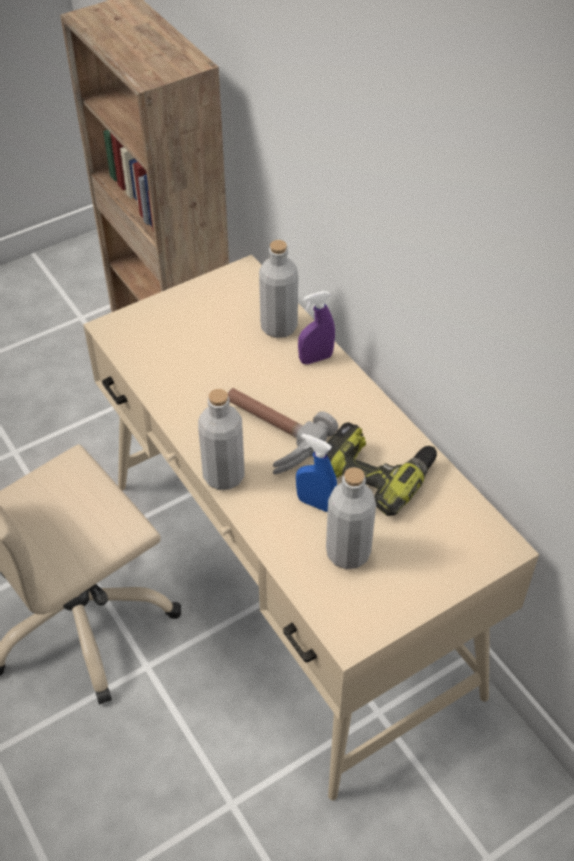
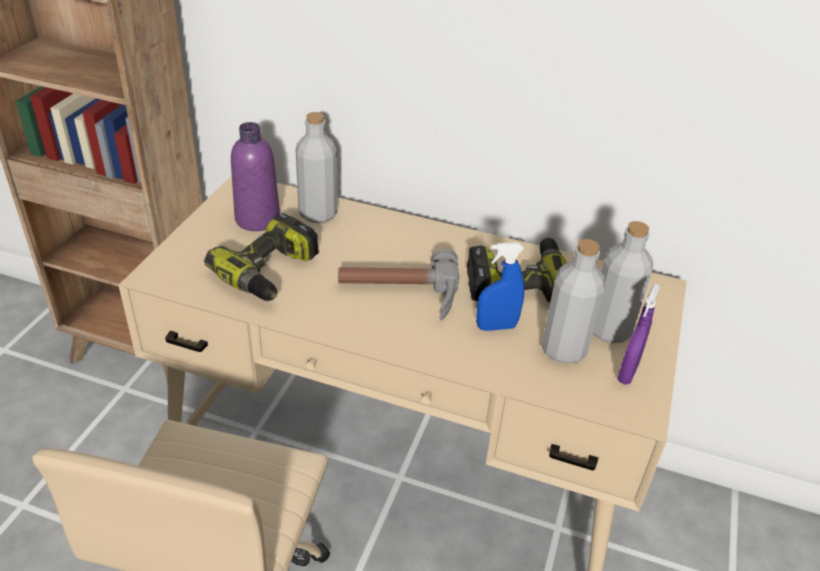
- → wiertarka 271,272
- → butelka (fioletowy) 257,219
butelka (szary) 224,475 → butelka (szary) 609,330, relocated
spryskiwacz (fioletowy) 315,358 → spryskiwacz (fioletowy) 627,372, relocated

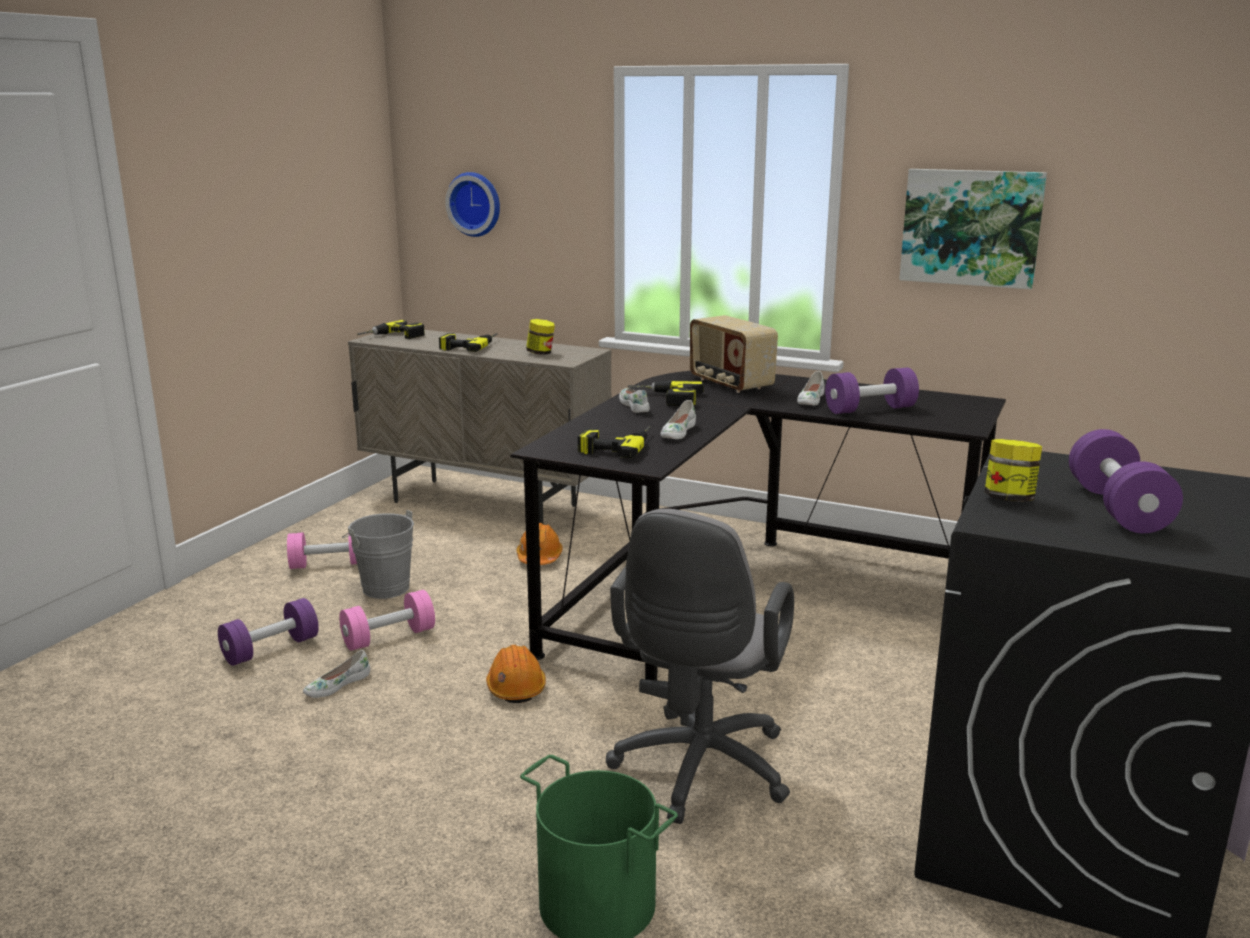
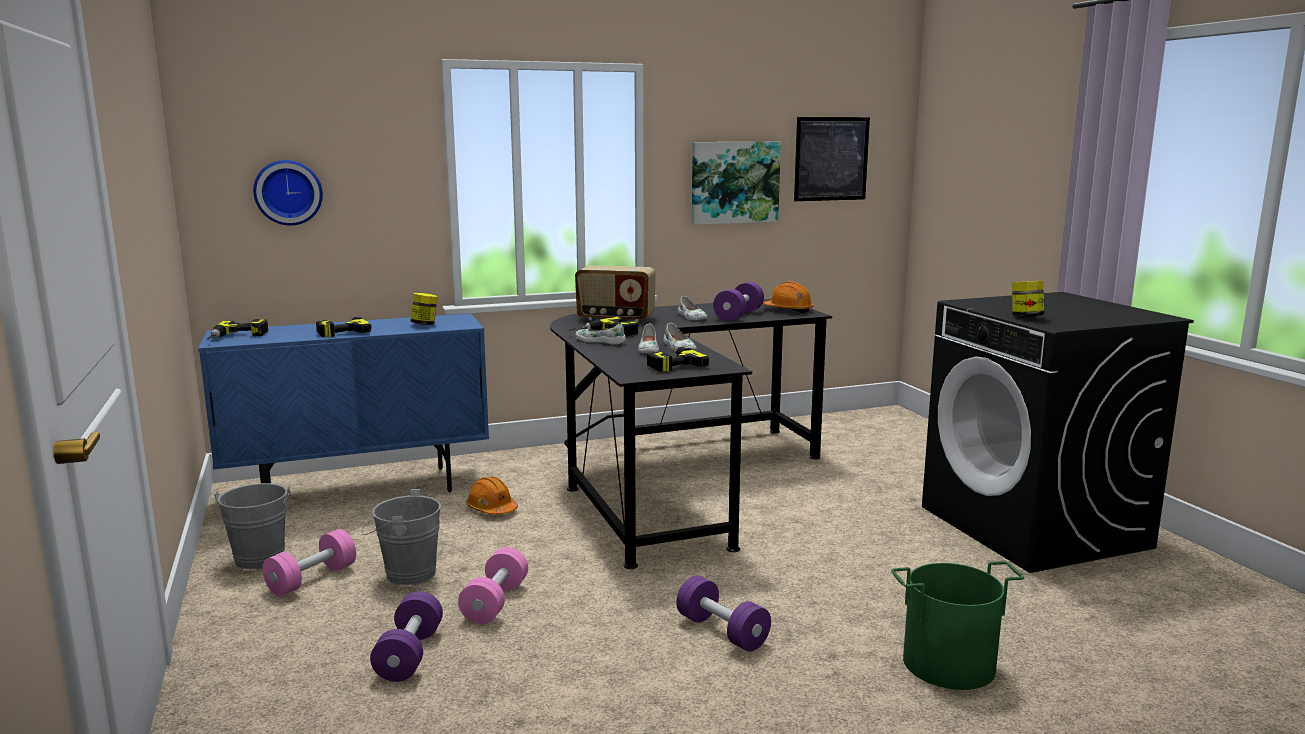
krzesło biurowe (szary) 698,772 → -
- → wiadro (szary) 261,556
- → obraz 831,159
but (biały) 337,685 → but (biały) 648,349, relocated
kask (pomarańczowy) 516,687 → kask (pomarańczowy) 788,310, relocated
hantel (fioletowy) 1117,508 → hantel (fioletowy) 722,632, relocated
szafka (beżowy) 485,504 → szafka (niebieski) 360,490

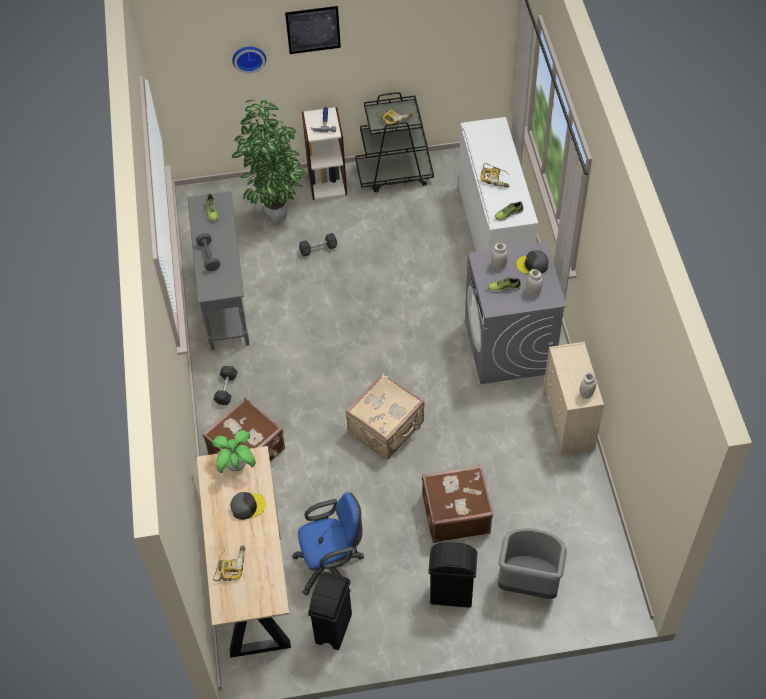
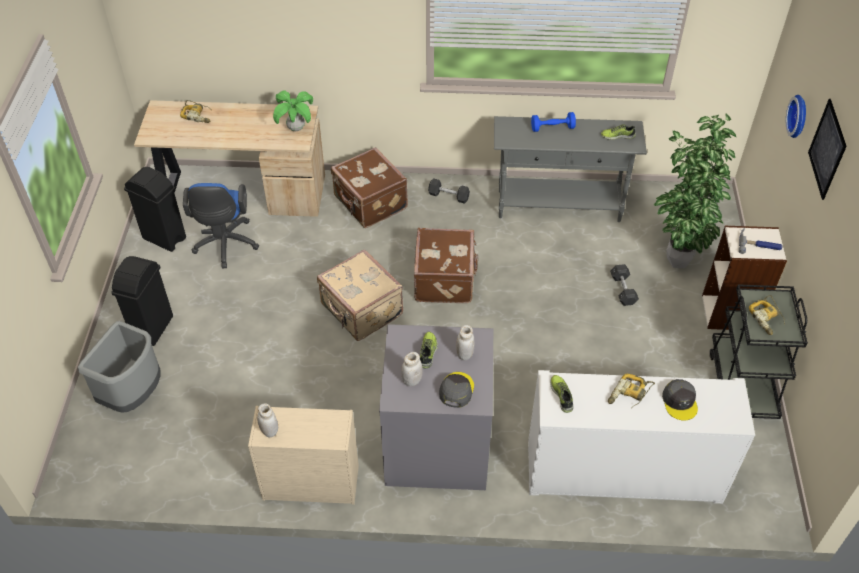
czapka z daszkiem (szary) 247,506 → czapka z daszkiem (szary) 680,402, relocated
walizka (brązowy) 455,513 → walizka (brązowy) 445,280, relocated
hantel (szary) 209,256 → hantel (niebieski) 552,128

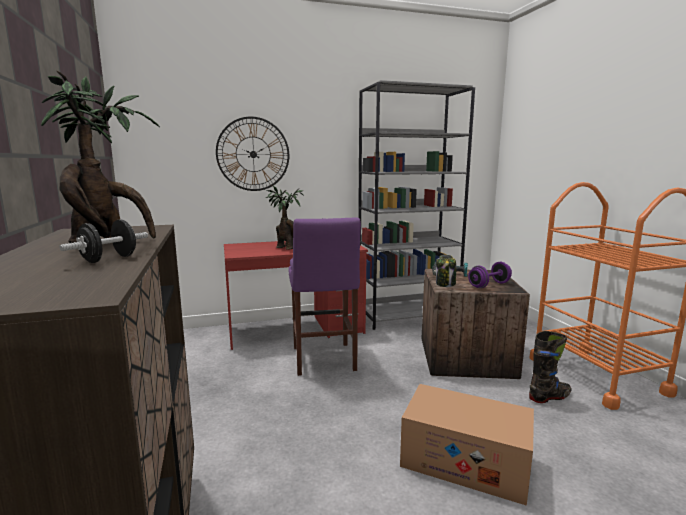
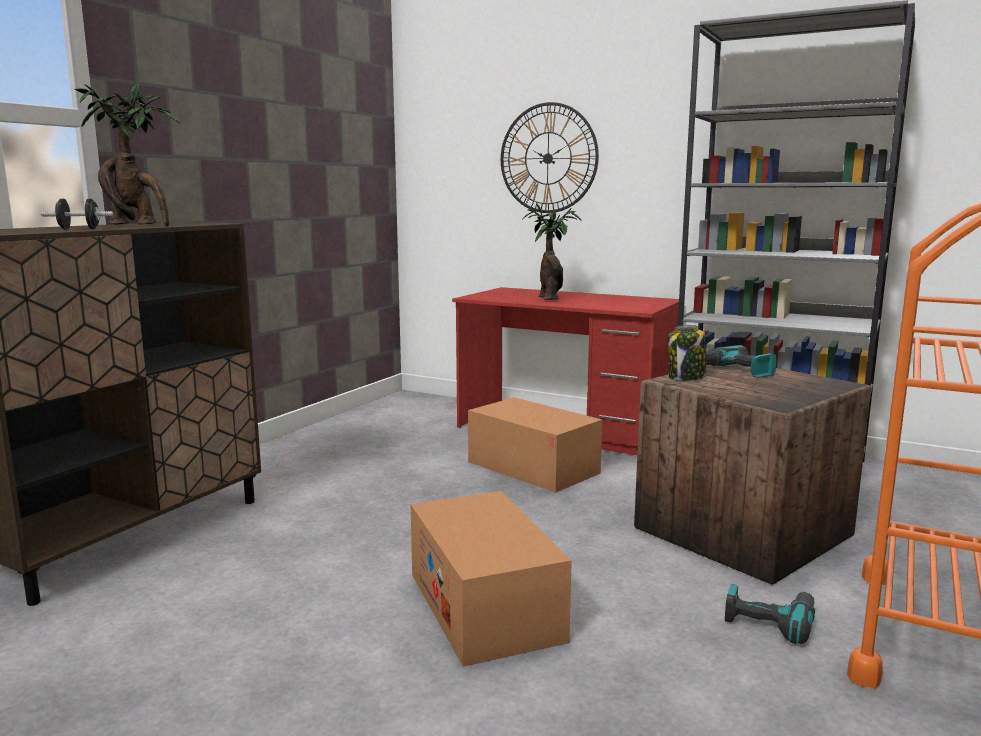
hantel (fioletowy) 489,285 → -
stołek (fioletowy) 323,360 → karton 533,467
but z cholewką (czarny) 549,397 → wiertarka 769,620

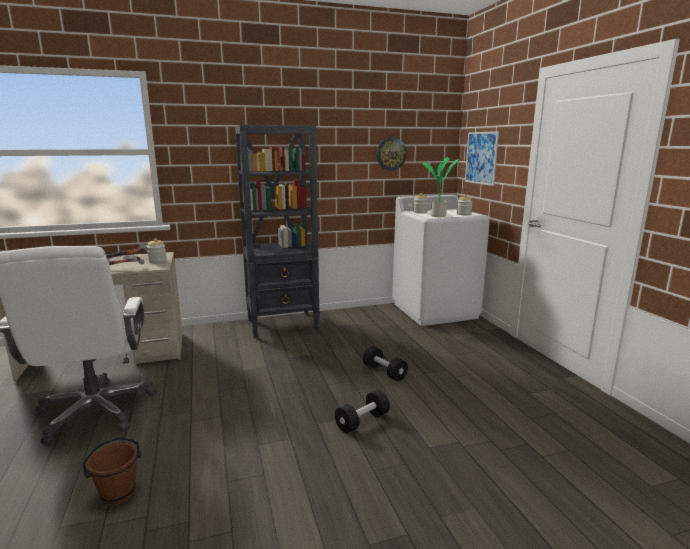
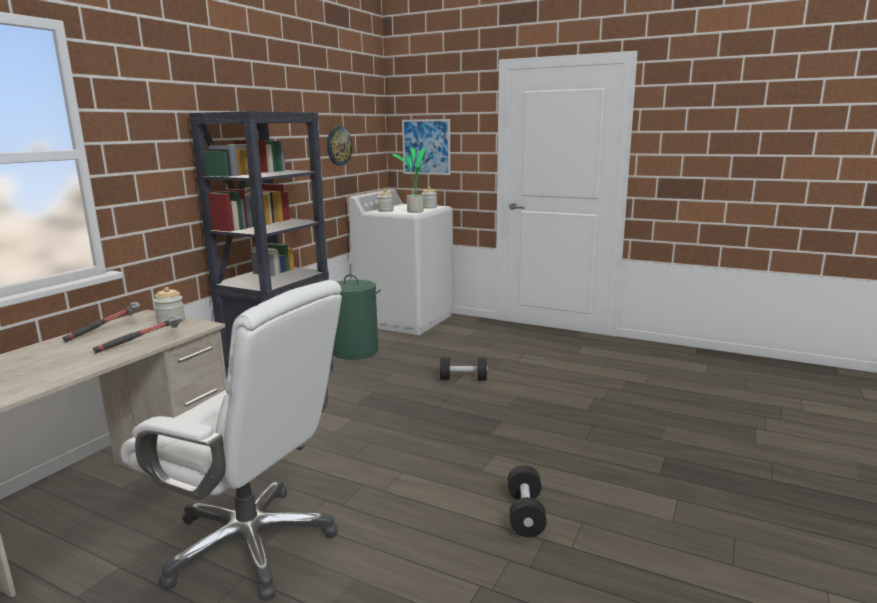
wiadro (brązowy) 118,494 → -
- → kosz na pranie (zielony) 355,351
hantel (czarny) 362,421 → hantel (czarny) 525,514, relocated

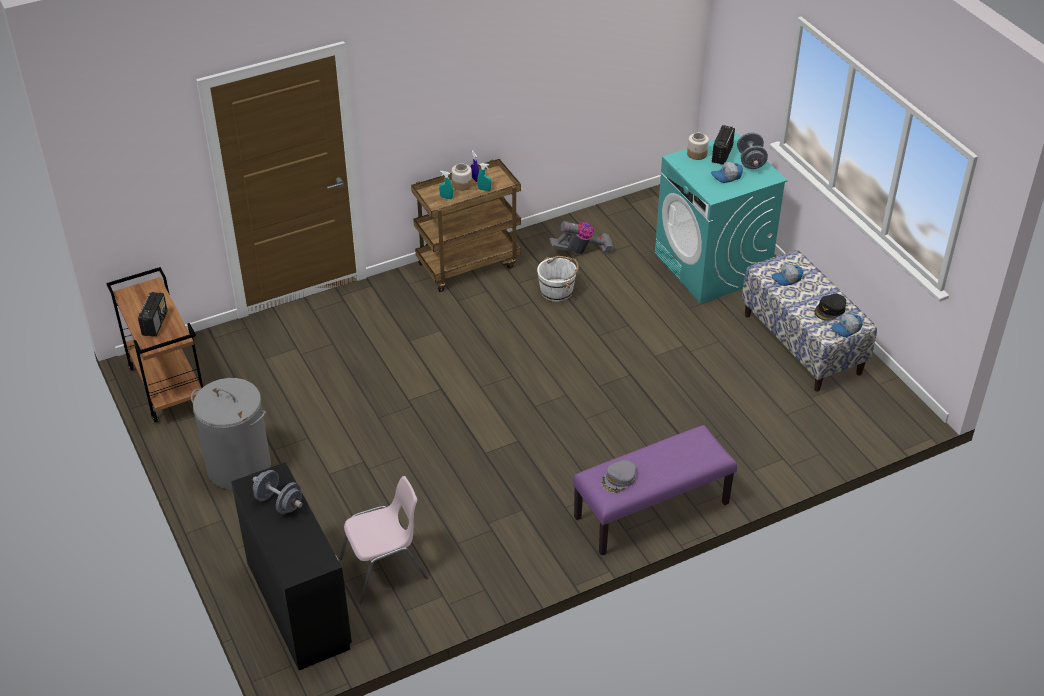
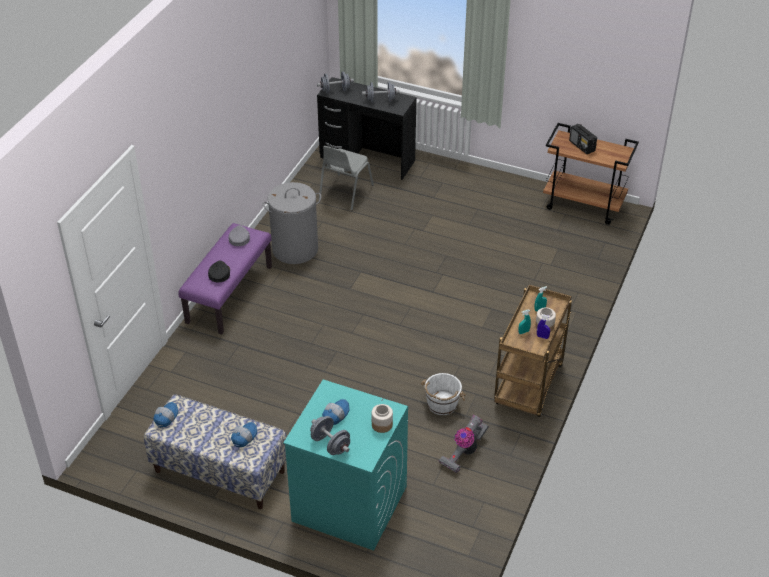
radio 722,154 → -
- → hantel (szary) 335,91
kosz na pranie (szary) 239,467 → kosz na pranie (szary) 295,249, relocated
czapka z daszkiem (czarny) 830,310 → czapka z daszkiem (czarny) 219,274, relocated
krzesło (różowy) 385,569 → krzesło (szary) 345,193

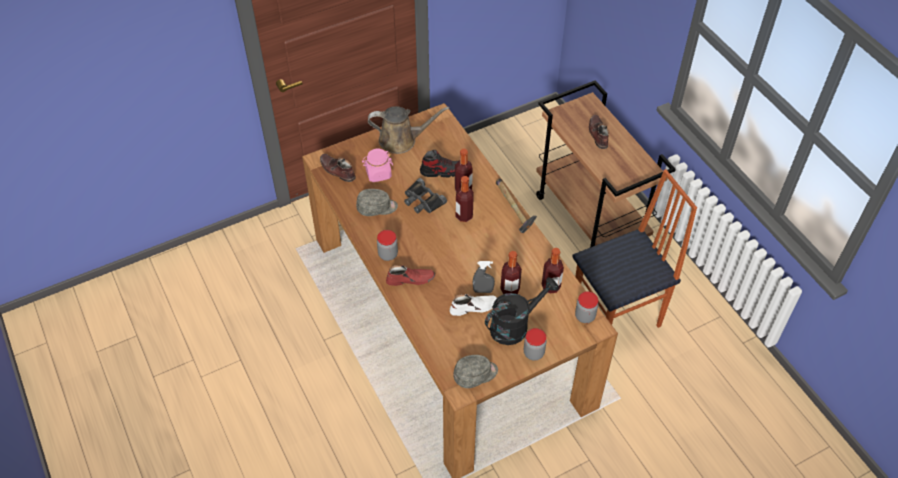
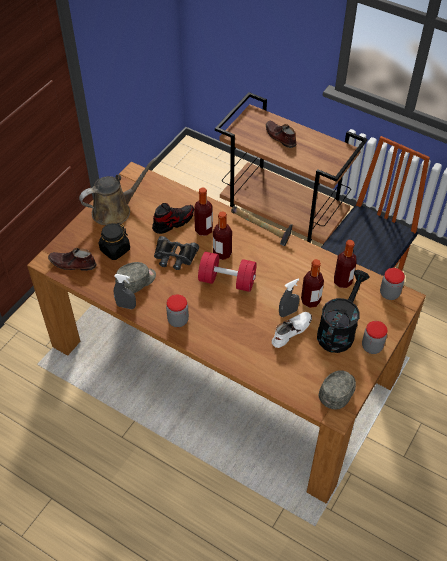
but (czerwony) 410,279 → -
- → spryskiwacz (szary) 126,306
- → hantel (czerwony) 227,280
słoik (różowy) 378,174 → słoik (czarny) 115,250

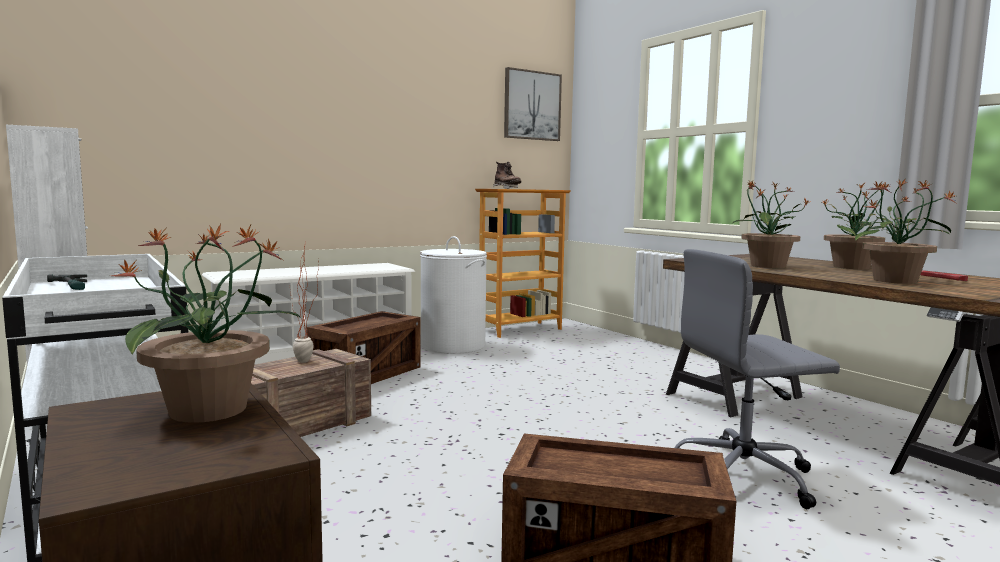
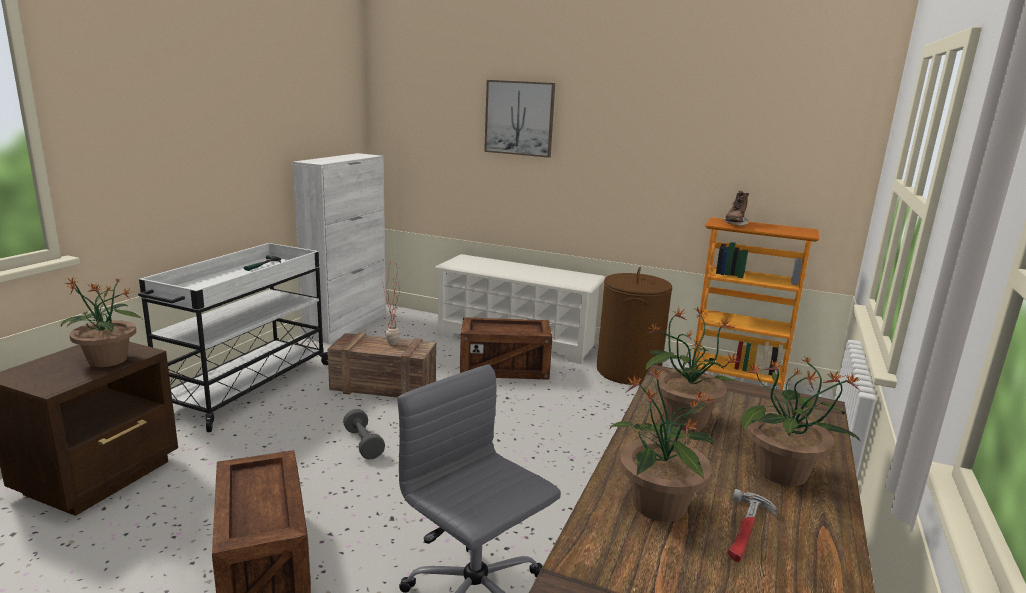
- → hantel (szary) 363,444
obraz 532,105 → obraz 519,118, relocated
kosz na pranie (biały) 452,346 → kosz na pranie (brązowy) 628,371

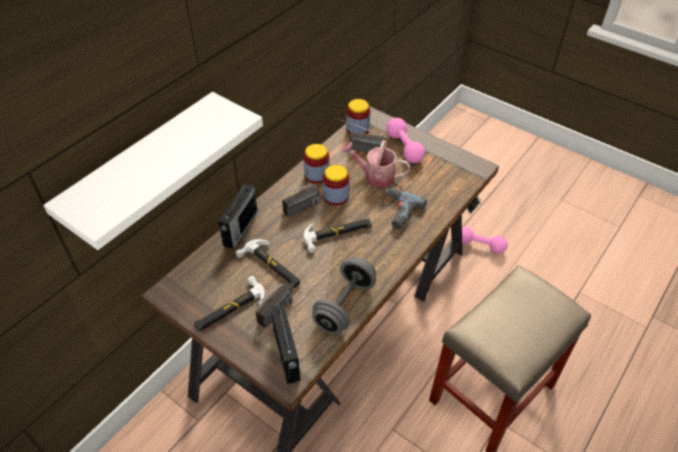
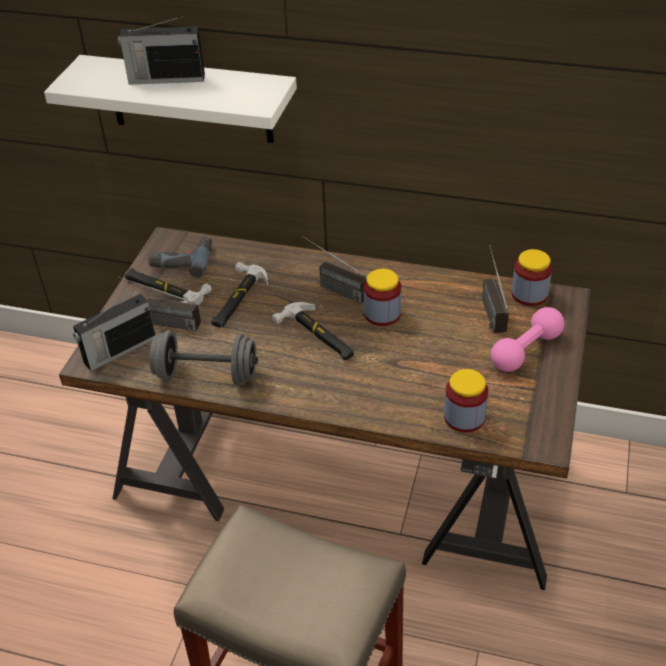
konewka 375,176 → -
hantel (różowy) 480,245 → -
radio 240,229 → radio 165,79, relocated
słoik 317,175 → słoik 464,417, relocated
wiertarka 398,211 → wiertarka 182,260, relocated

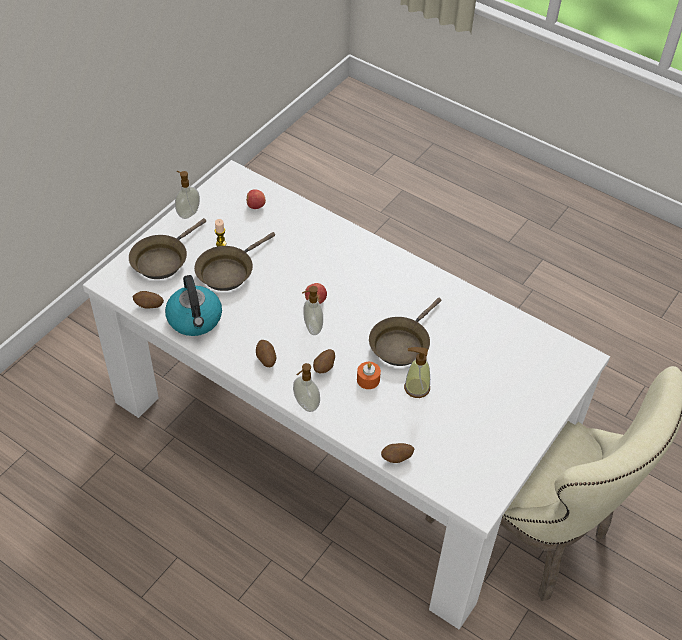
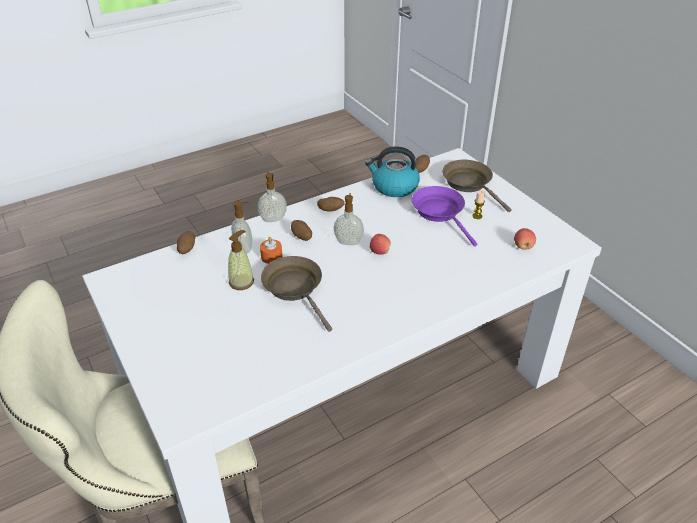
dozownik mydła 188,213 → dozownik mydła 244,248, relocated
patelnia (brązowy) 228,271 → patelnia (fioletowy) 440,213

